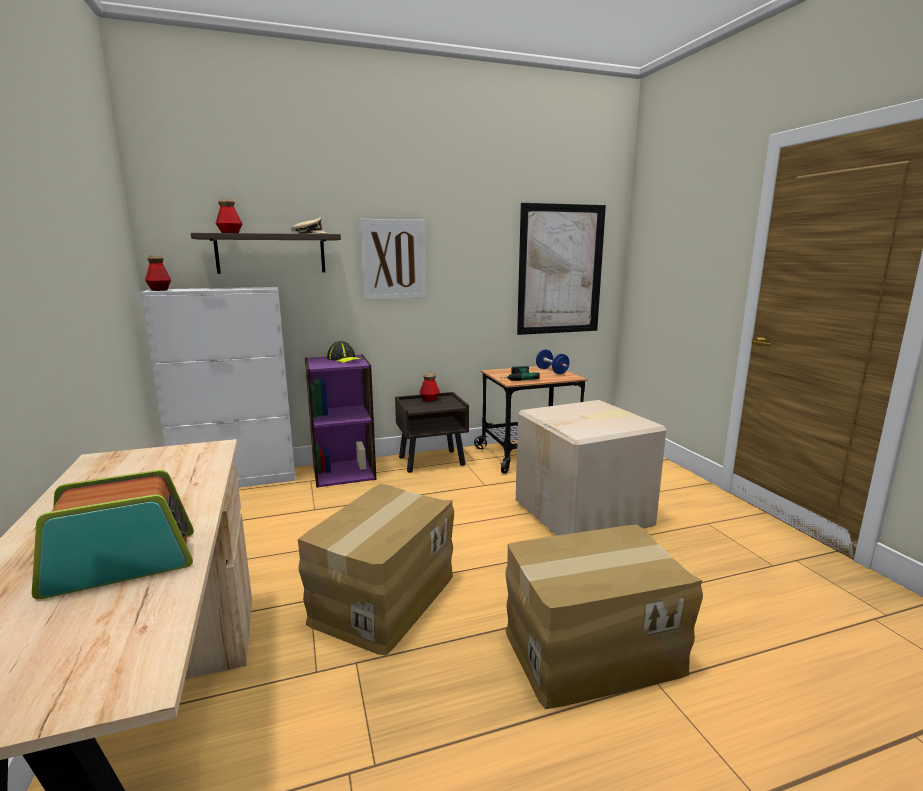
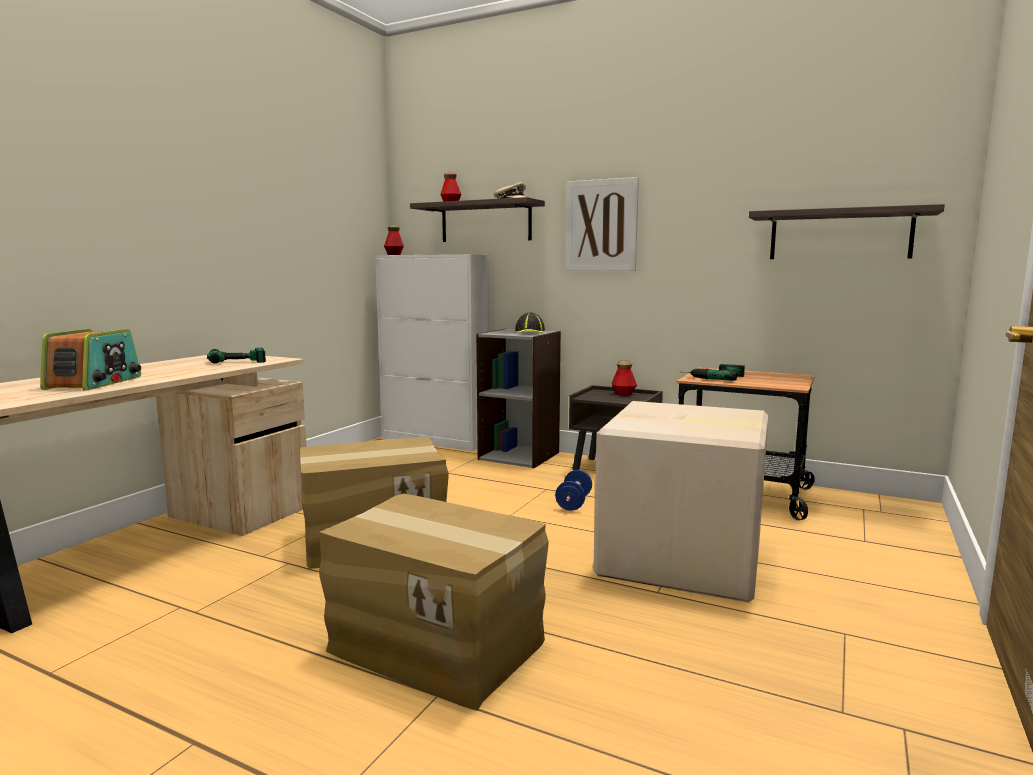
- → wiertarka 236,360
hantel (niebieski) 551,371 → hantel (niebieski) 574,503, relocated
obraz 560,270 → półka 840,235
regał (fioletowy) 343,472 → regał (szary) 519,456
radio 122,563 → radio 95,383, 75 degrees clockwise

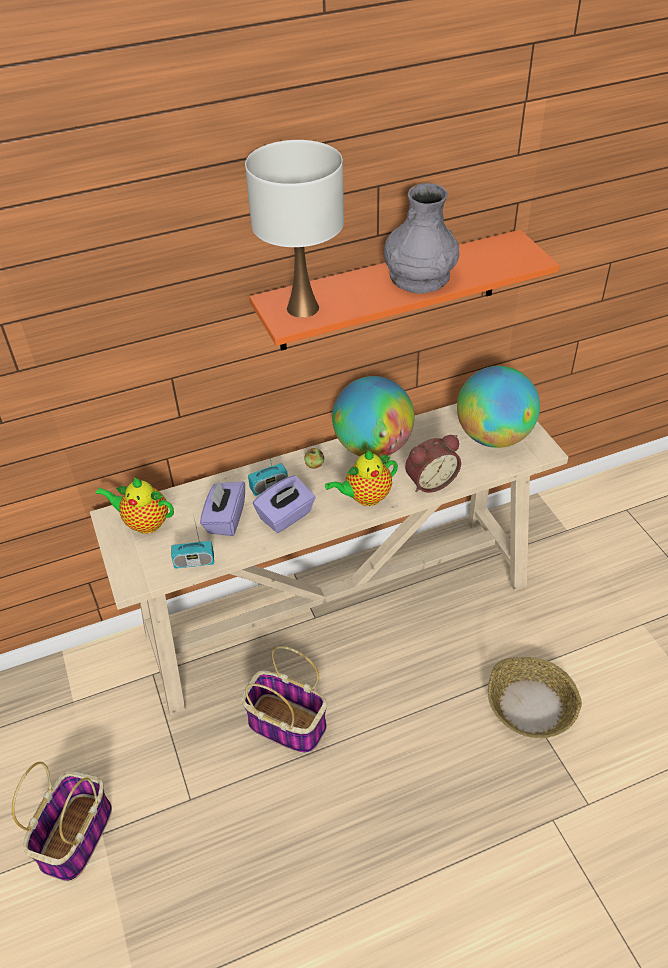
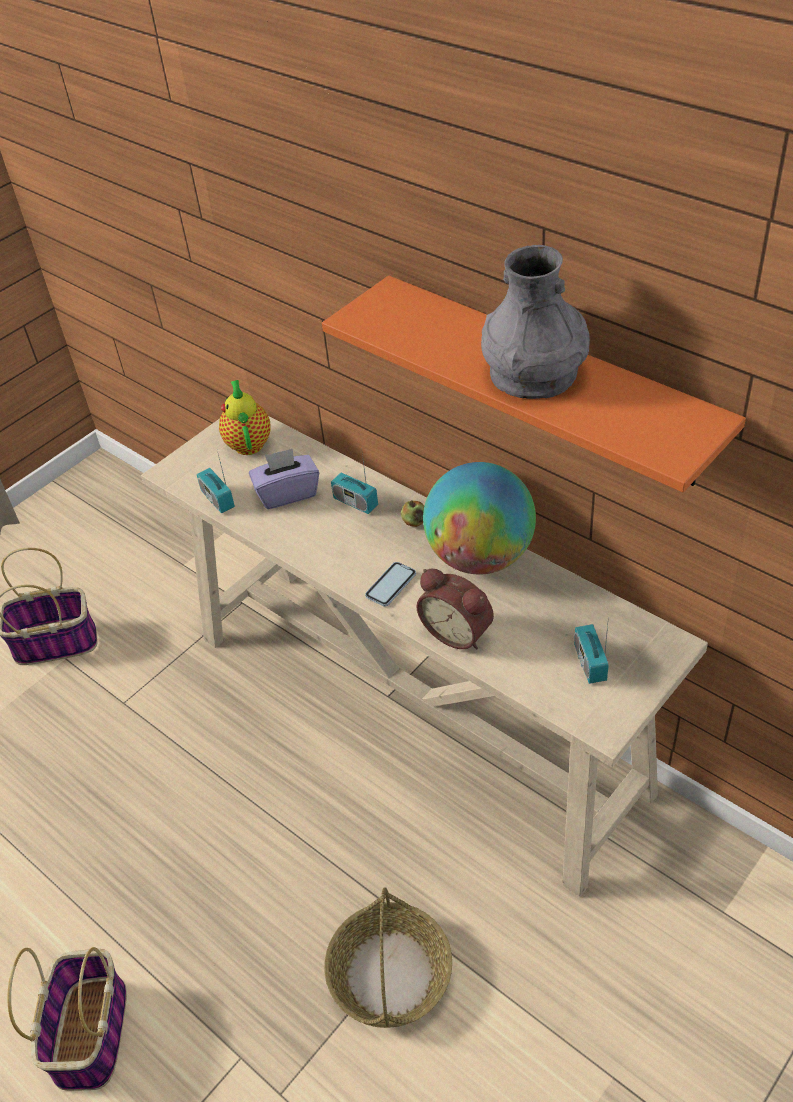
lampa stołowa (biały) 303,308 → -
pudełko chusteczek (fioletowy) 286,516 → -
koszyk 285,724 → koszyk 90,1031, relocated
imbryk 365,497 → telefon 391,585
globus 494,436 → radio 589,663

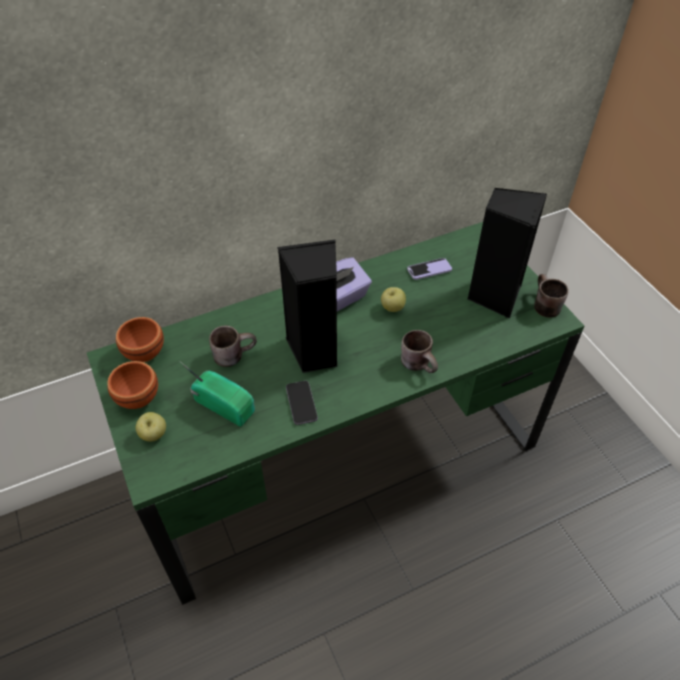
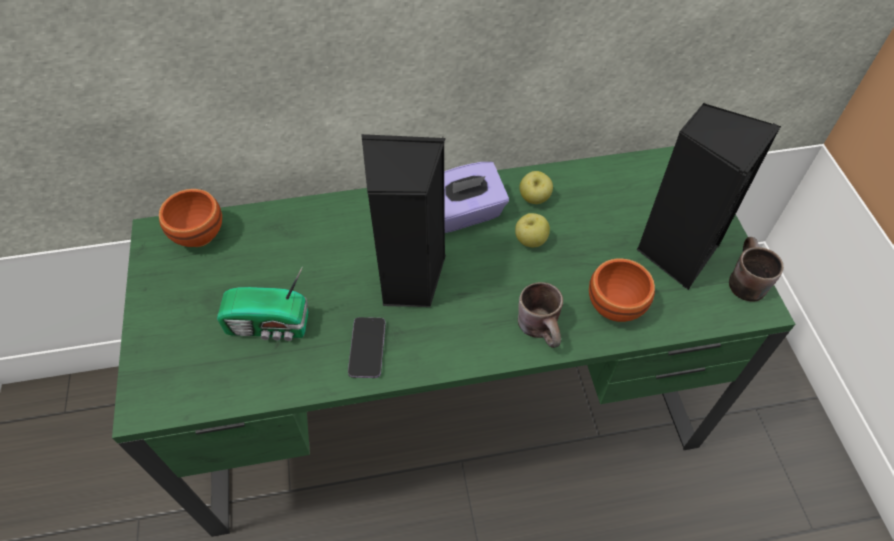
kubek (brązowy) 233,353 → -
telefon 429,270 → -
miska (brązowy) 139,397 → miska (brązowy) 616,306, relocated
jabłko 154,435 → jabłko 534,199, relocated
radio 224,404 → radio 270,326, 135 degrees clockwise

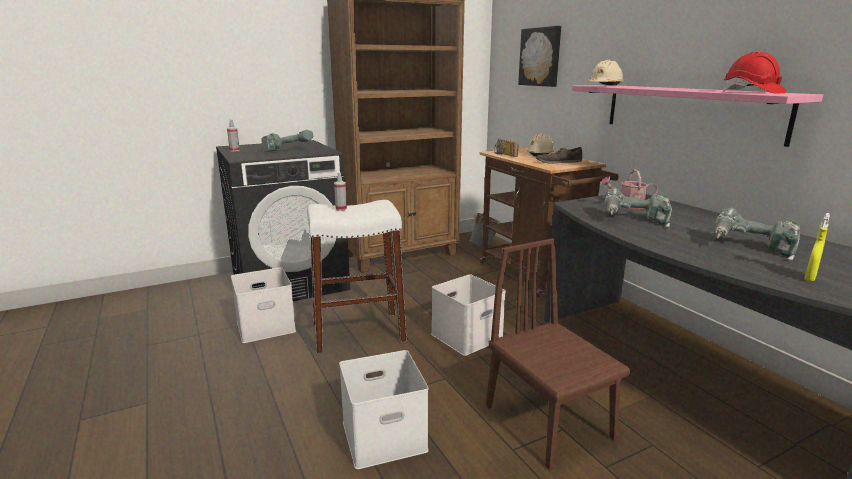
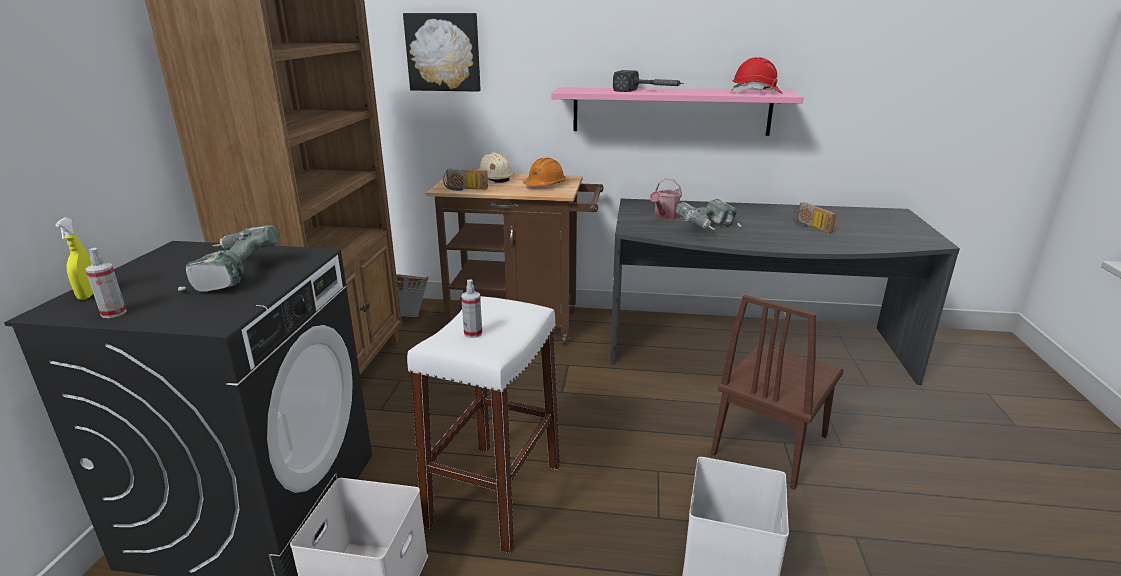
pojemnik do przechowywania (biały) 467,335 → -
kask (beżowy) 604,85 → -
- → młotek 649,91
spryskiwacz (żółty) 810,278 → spryskiwacz (żółty) 88,295, relocated
but (brązowy) 558,162 → kask (pomarańczowy) 544,185
wiertarka 751,248 → radio 810,226
krzesło (brązowy) 548,422 → krzesło (brązowy) 770,444, 60 degrees counterclockwise

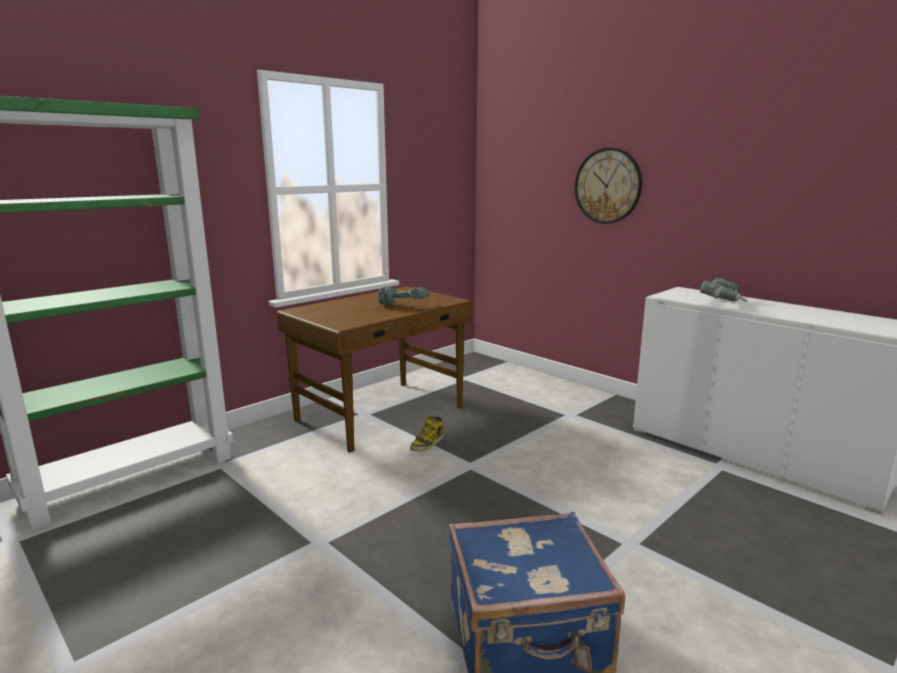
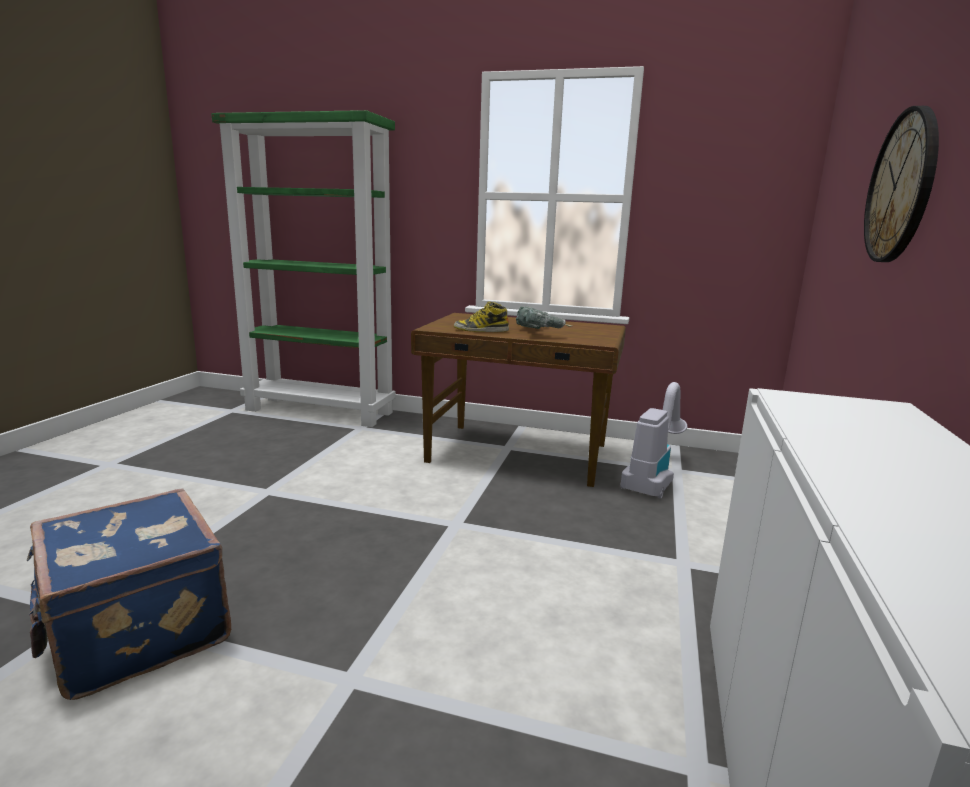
wiertarka 724,304 → -
- → odkurzacz 653,478
but z cholewką 427,443 → but z cholewką 481,330, relocated

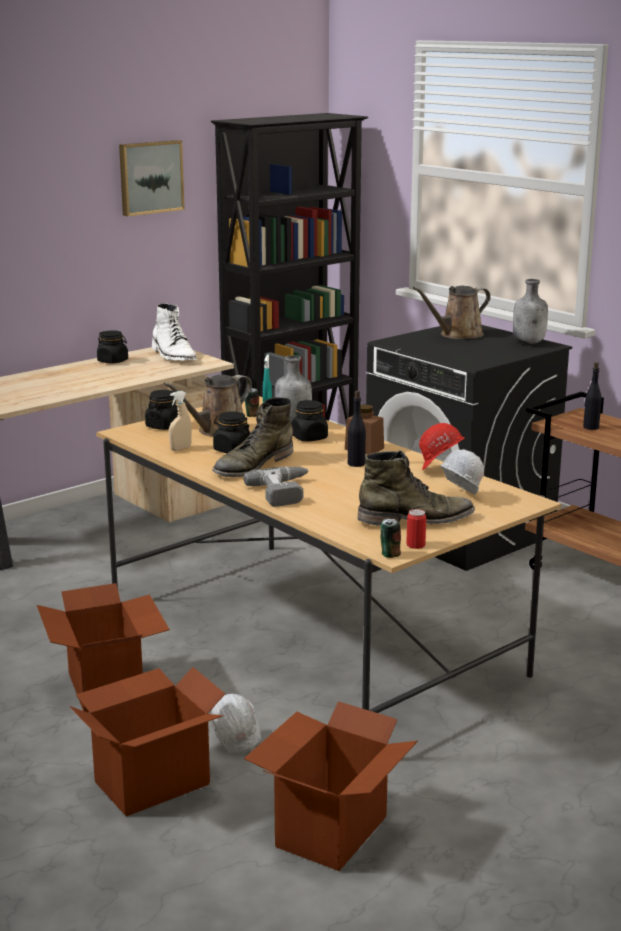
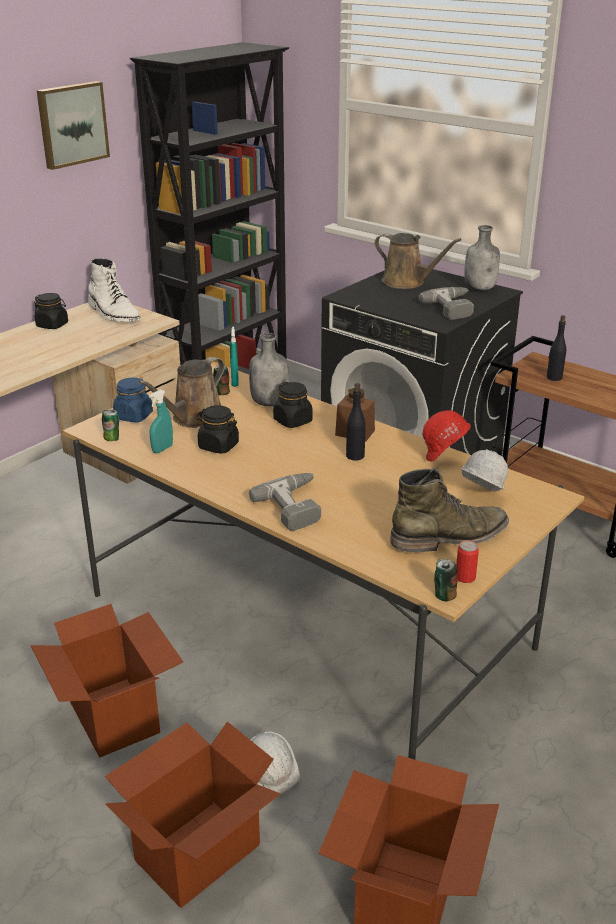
but z cholewką (zielony) 252,465 → -
- → puszka 112,439
- → wiertarka 454,308
słoik (czarny) 163,426 → słoik (niebieski) 134,416
spryskiwacz (beżowy) 180,449 → spryskiwacz (turkusowy) 162,449
konewka (brązowy) 457,335 → konewka (brązowy) 407,282, 105 degrees counterclockwise

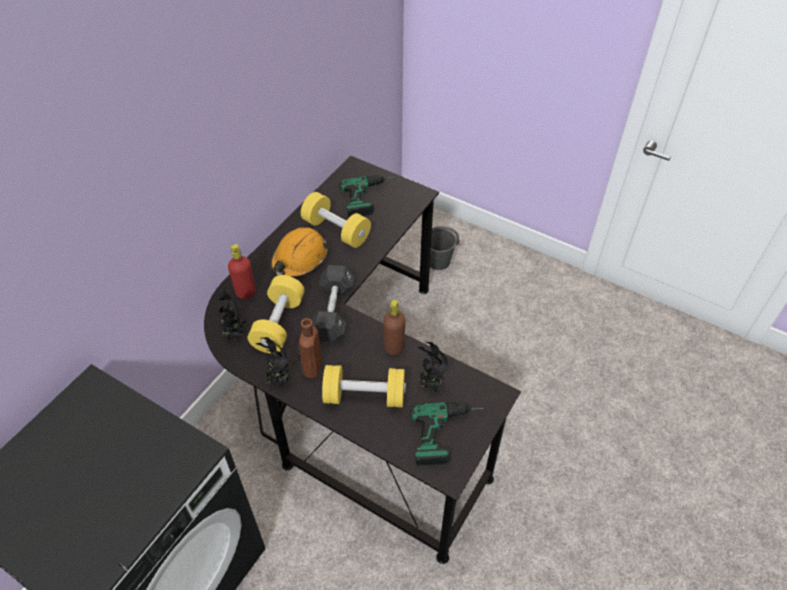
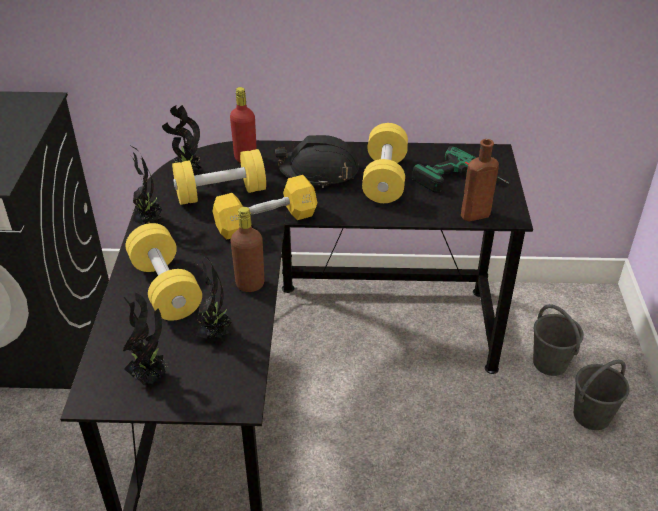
- → wiadro (szary) 592,415
butelka (brązowy) 312,369 → butelka (brązowy) 473,215, relocated
wiertarka 449,434 → roślina doniczkowa 151,377
kask (pomarańczowy) 299,259 → kask (czarny) 319,172
hantel (czarny) 333,312 → hantel (żółty) 266,221

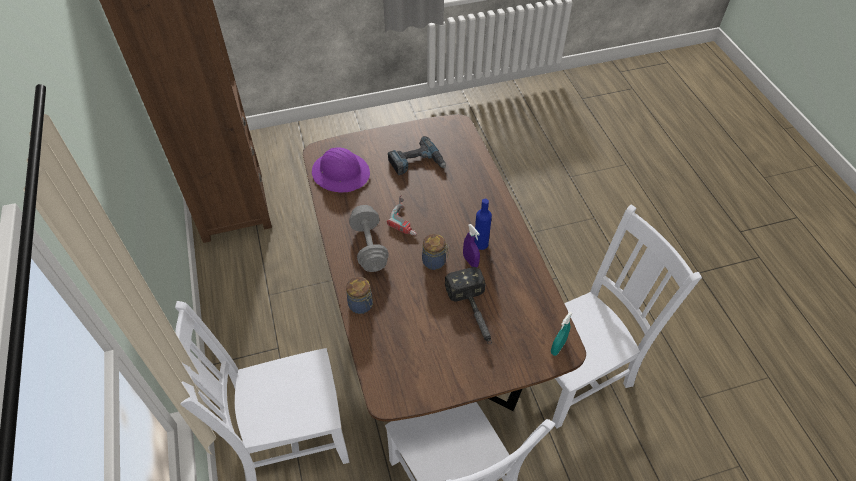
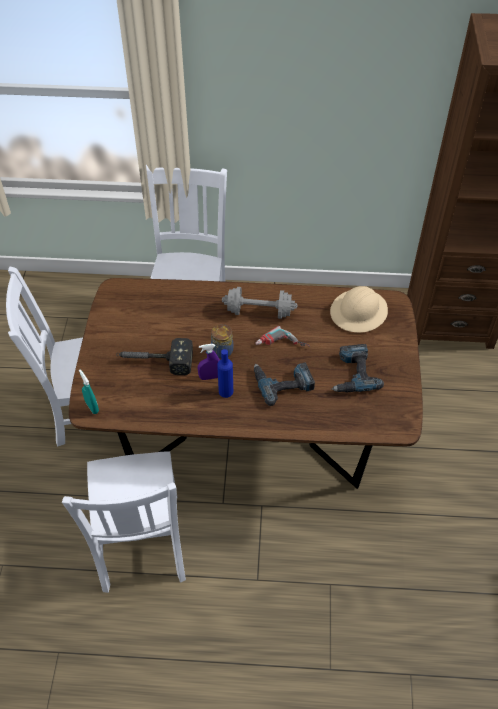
słoik 361,305 → -
- → wiertarka 283,382
kask (fioletowy) 341,173 → kask (beżowy) 359,312

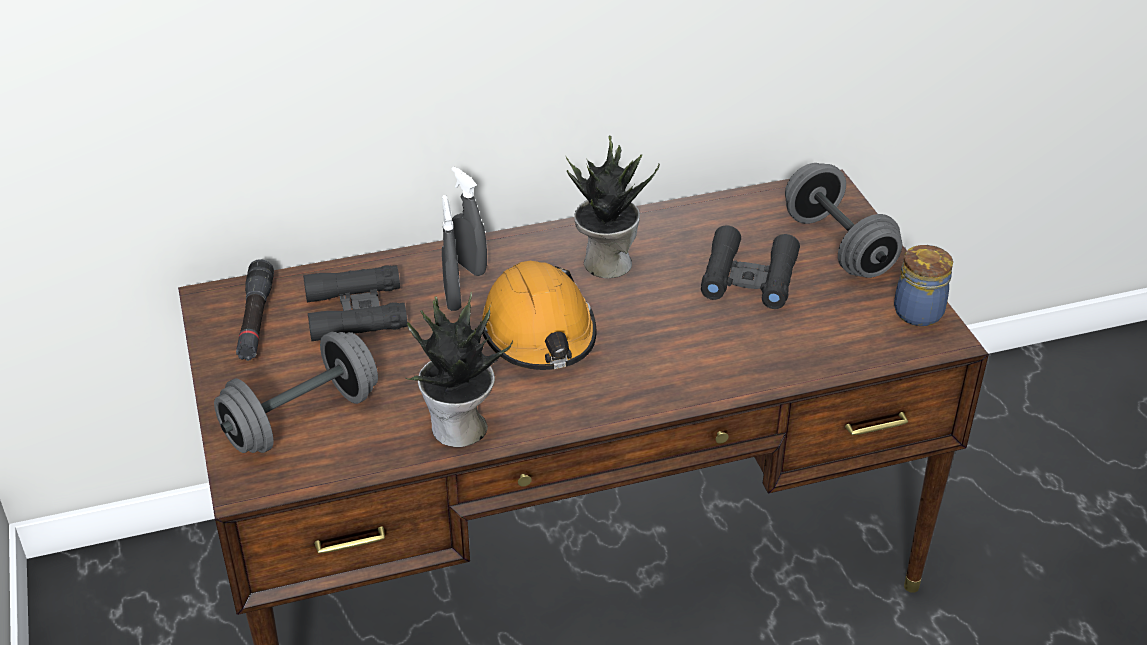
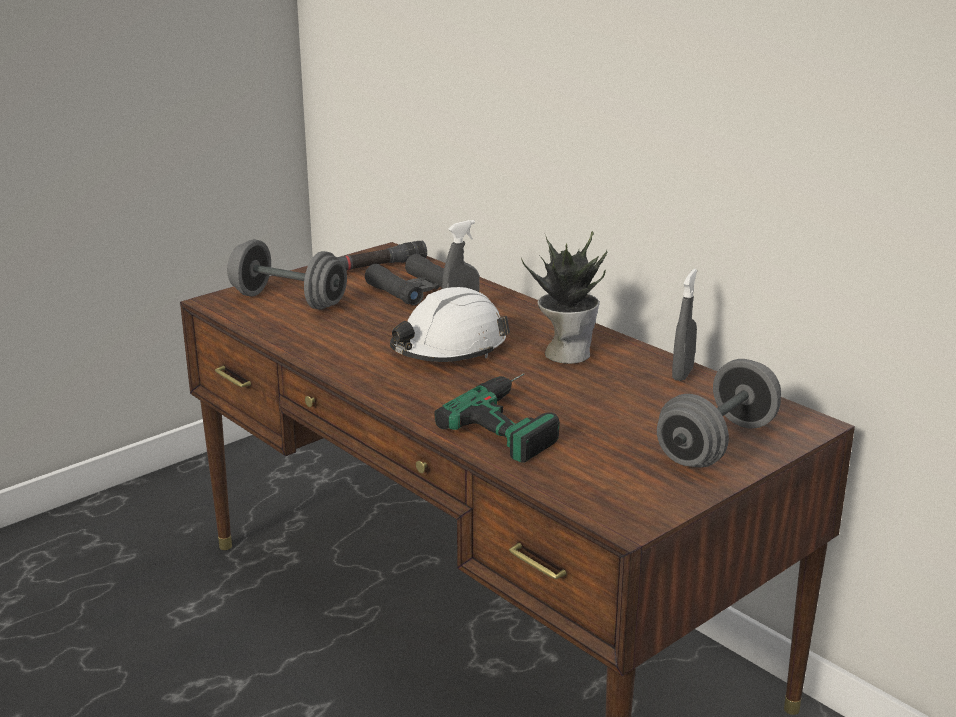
roślina doniczkowa 459,429 → -
lornetka (czarny) 749,278 → -
słoik 919,311 → -
- → wiertarka 517,420
spryskiwacz (szary) 469,266 → spryskiwacz (szary) 682,374, relocated
kask (pomarańczowy) 539,334 → kask (biały) 449,349

